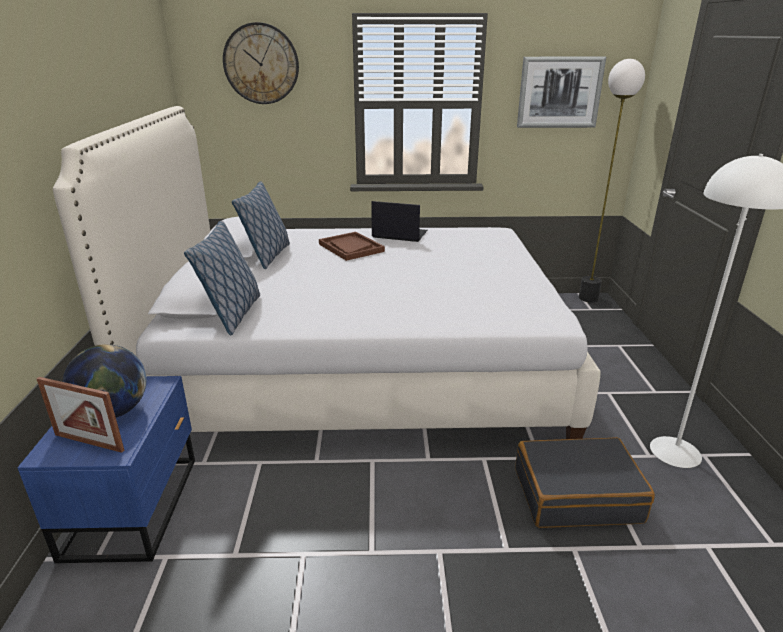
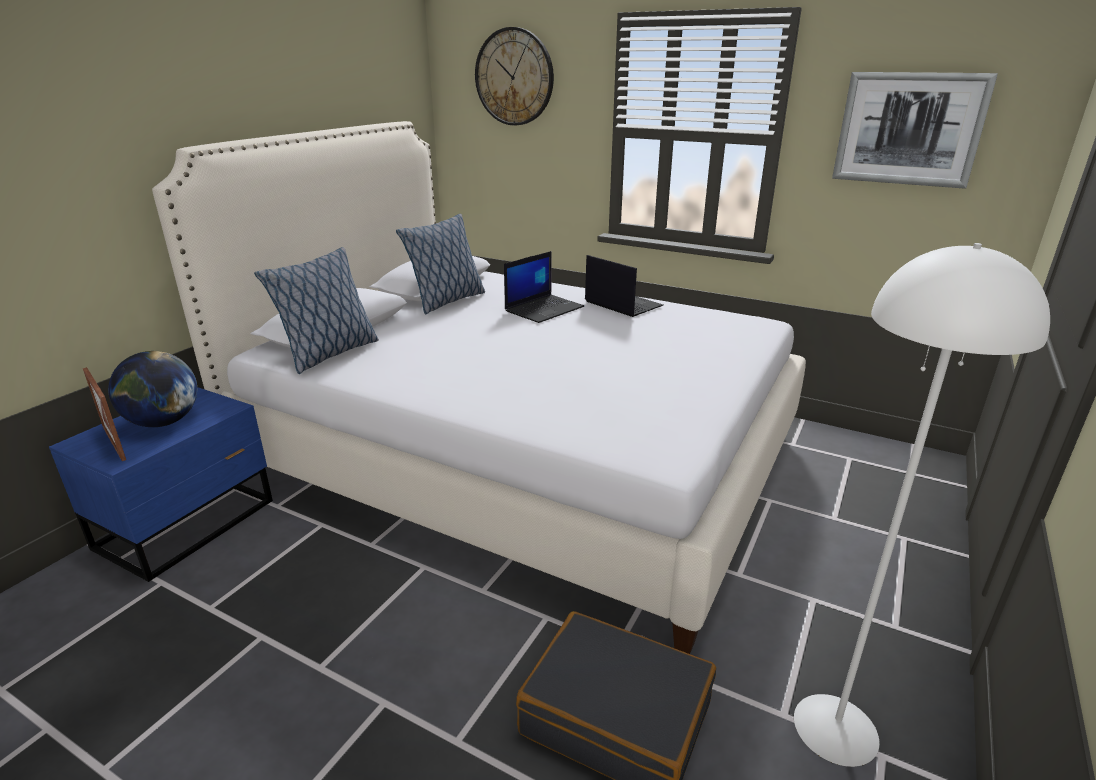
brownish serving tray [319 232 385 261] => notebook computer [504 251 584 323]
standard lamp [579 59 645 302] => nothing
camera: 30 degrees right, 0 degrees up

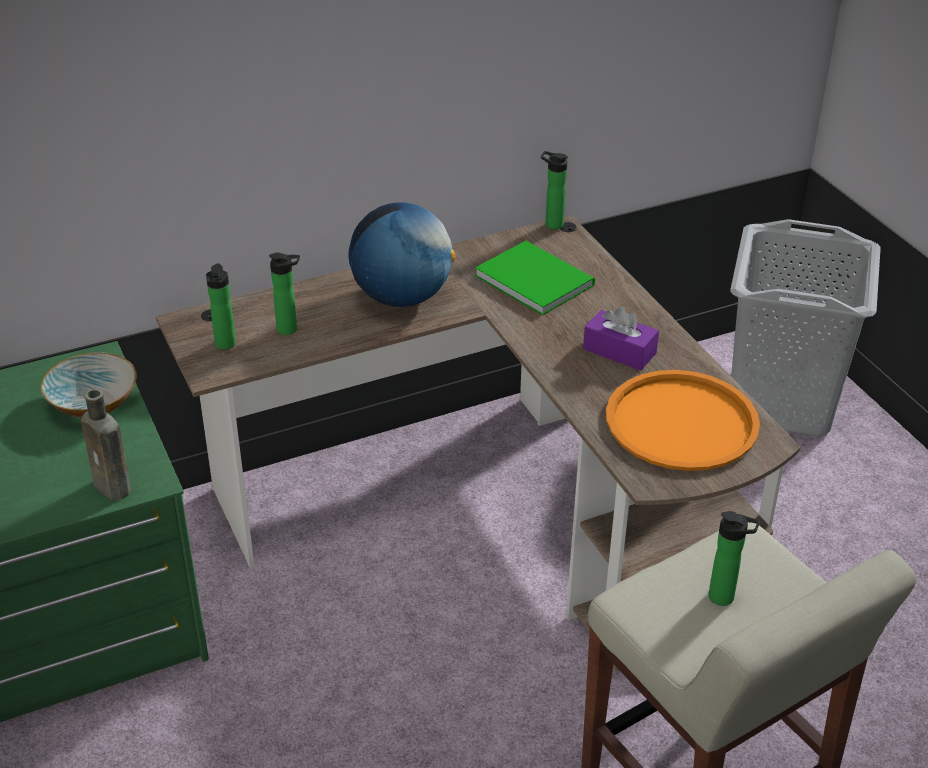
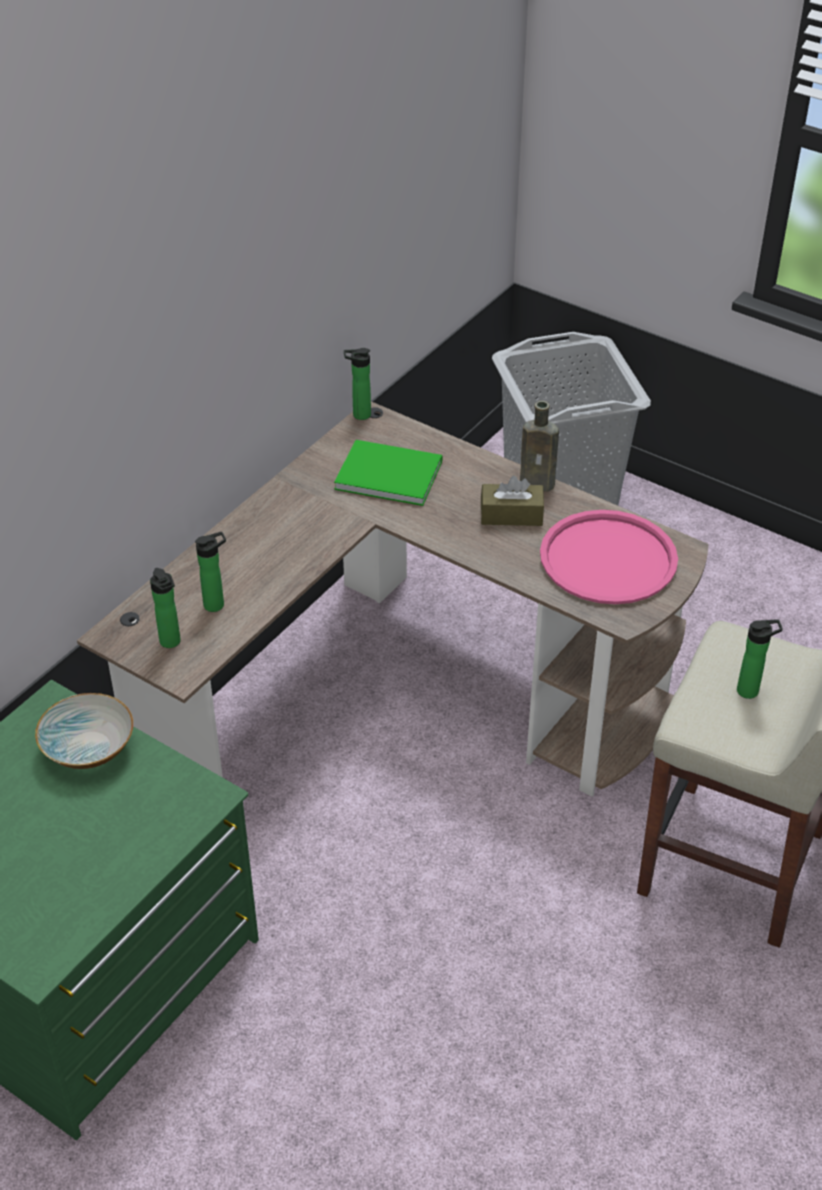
purplish box of tissues [583 306 659 370] => brownish box of tissues [481 476 544 526]
brownish bottle [81 389 131 500] => brownish bottle [520 401 559 492], relocated
orange serving tray [606 370 760 471] => pinkish serving tray [540 510 678 604]
globe [348 202 455 307] => nothing
camera: 30 degrees left, 5 degrees up

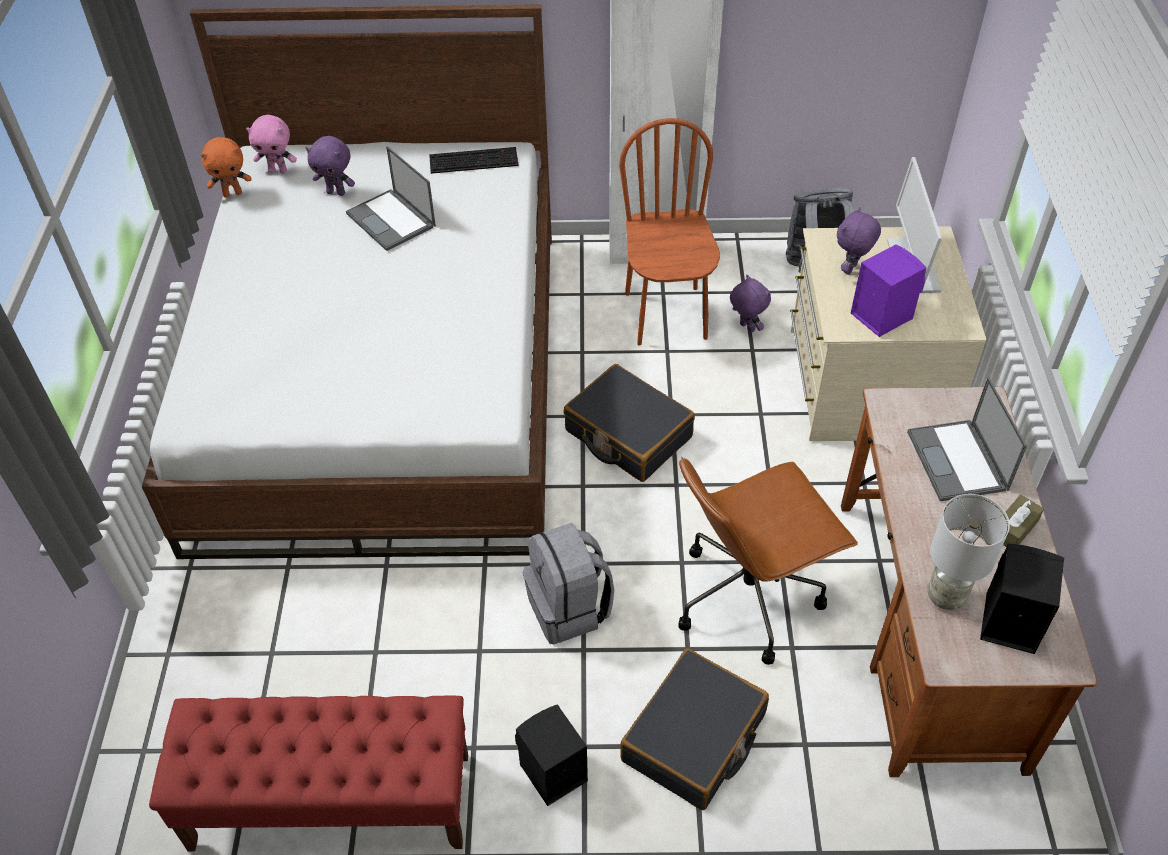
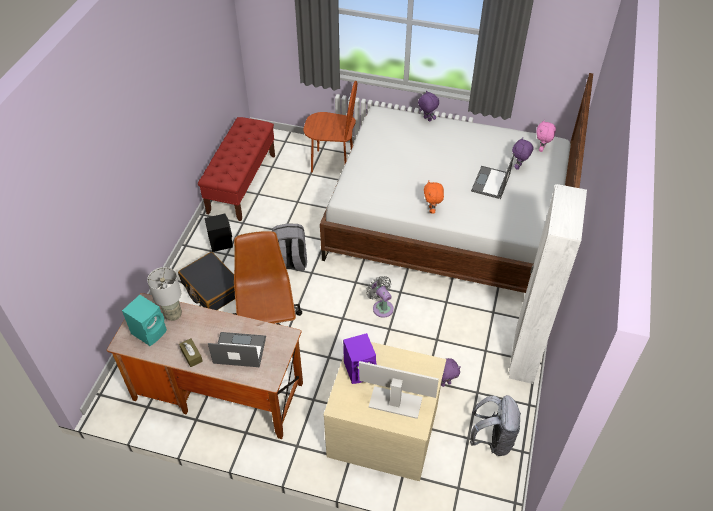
black-coloured loudspeaker [980 544 1064 654] => turquoise loudspeaker [122 295 167 346]
brownish plain chair [619 118 720 346] => brownish plain chair [303 81 357 172], relocated
black-coloured piece of luggage [563 364 695 482] => gray cooling fan [366 276 394 318]
purplish cuddly toy [837 207 881 275] => purplish cuddly toy [418 90 439 122], relocated
orange cuddly toy [201 137 252 197] => orange cuddly toy [424 181 444 213], relocated
notebook computer [346 146 436 251] => notebook computer [471 153 515 199], 45 degrees counterclockwise
keyboard [429 147 519 174] => nothing
camera: 105 degrees right, 0 degrees up

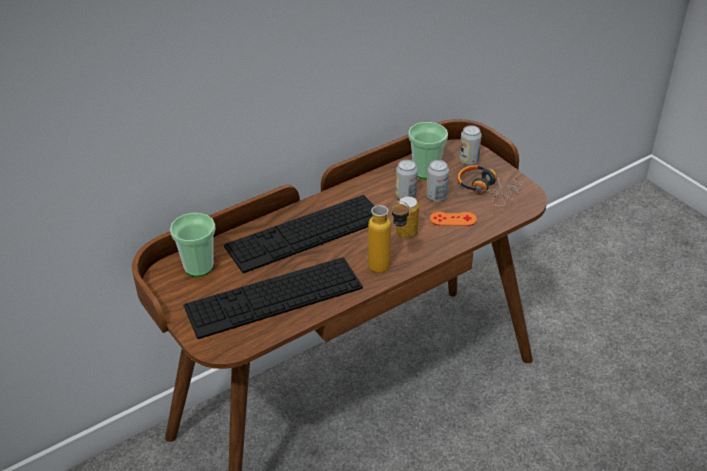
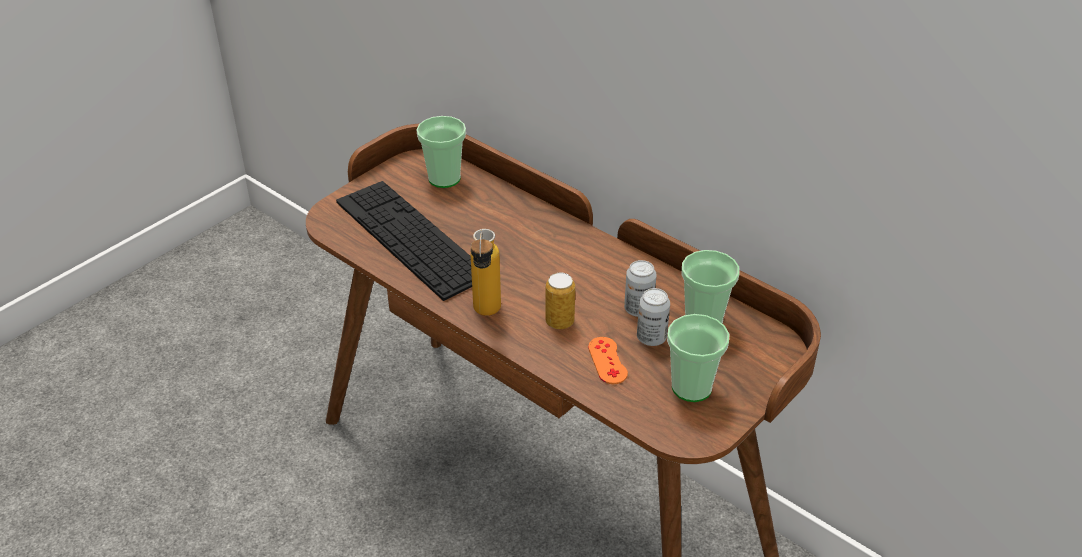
pair of headphones [457 165 522 206] => cup [667 314 730 402]
keyboard [224 195 374 273] => nothing
can [459 125 482 165] => nothing
camera: 75 degrees right, 0 degrees up

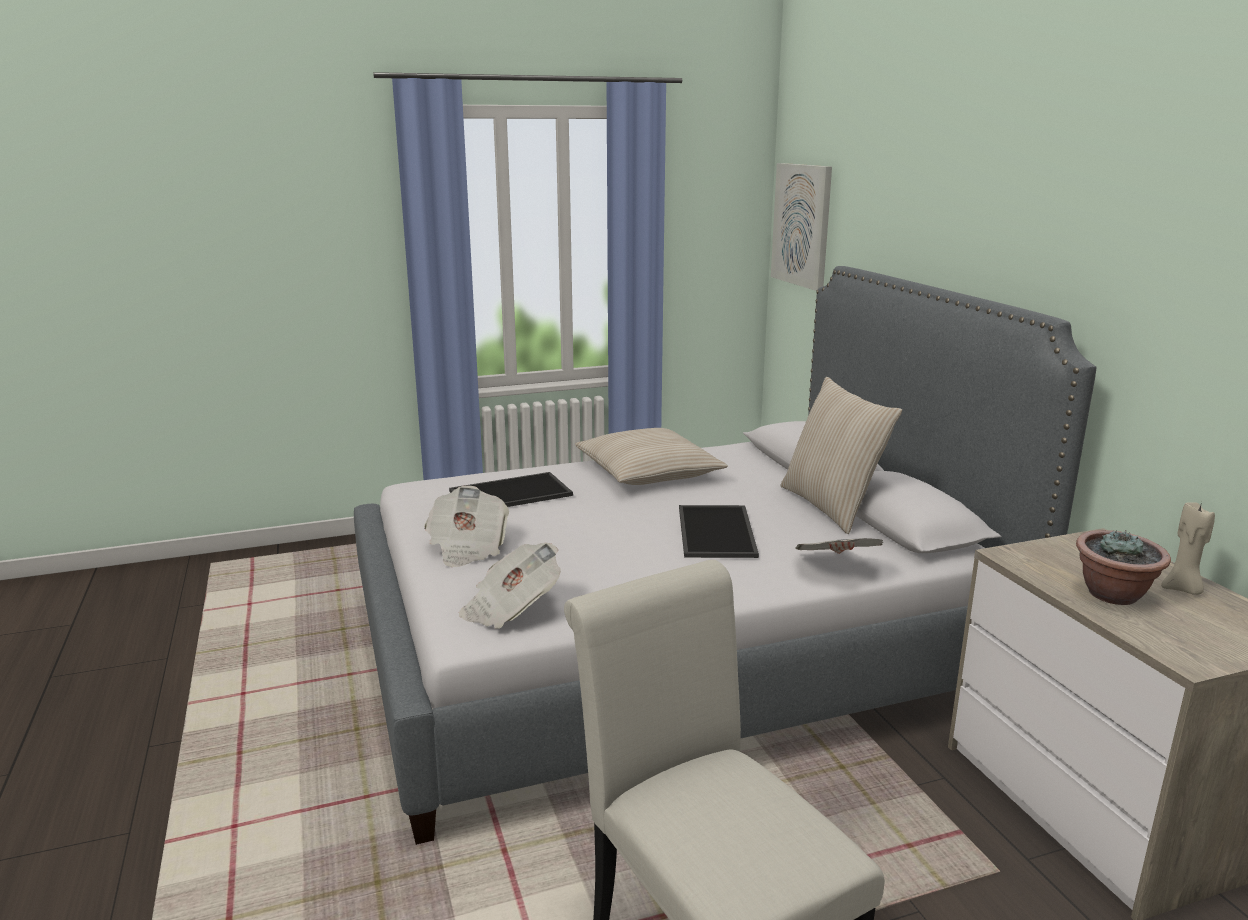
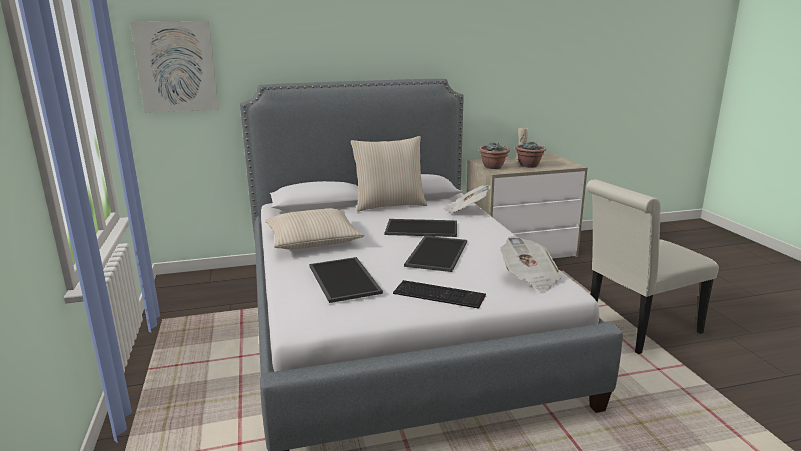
daily paper [424 486 509 567] => keyboard [393 280 486 309]
nothing => serving tray [404 236 467 272]
nothing => plant in a pot [479 143 510 169]
camera: 85 degrees left, 0 degrees up

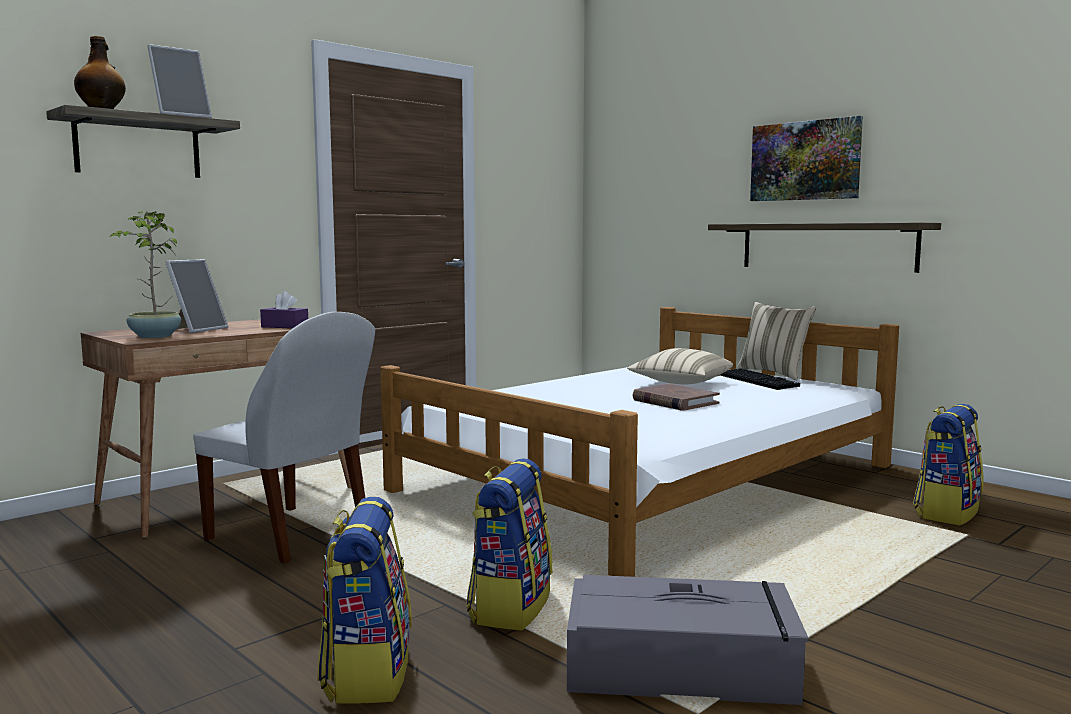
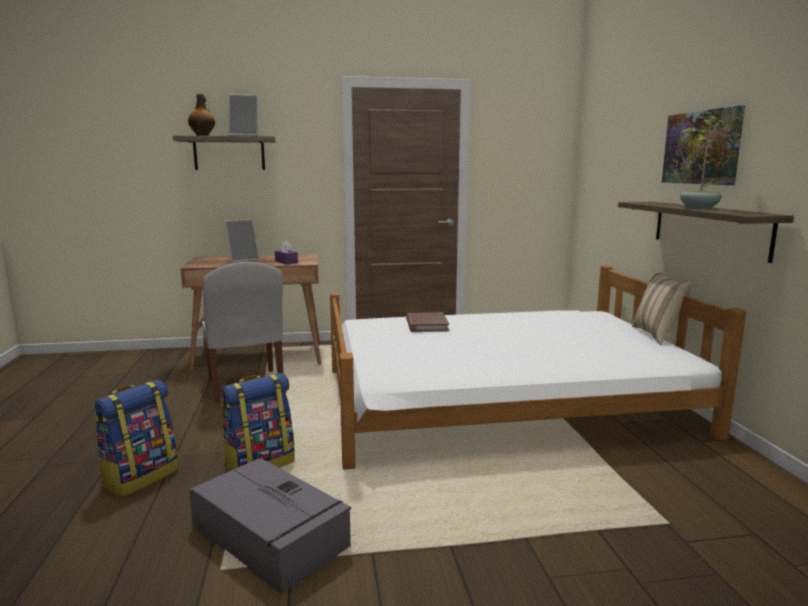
brownish volume [633 383 720 411] => brownish volume [406 312 449 332], relocated
plant in a pot [110 211 181 338] => plant in a pot [680 112 737 209], relocated
sand-coloured throw pillow [628 348 733 384] => nothing
keyboard [720 368 800 390] => nothing
knapsack [913 404 983 525] => nothing
camera: 35 degrees right, 5 degrees up

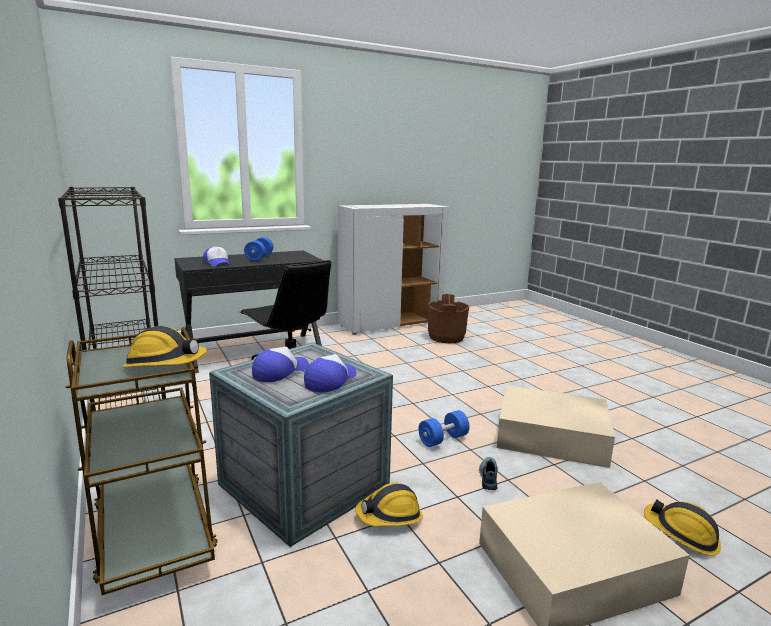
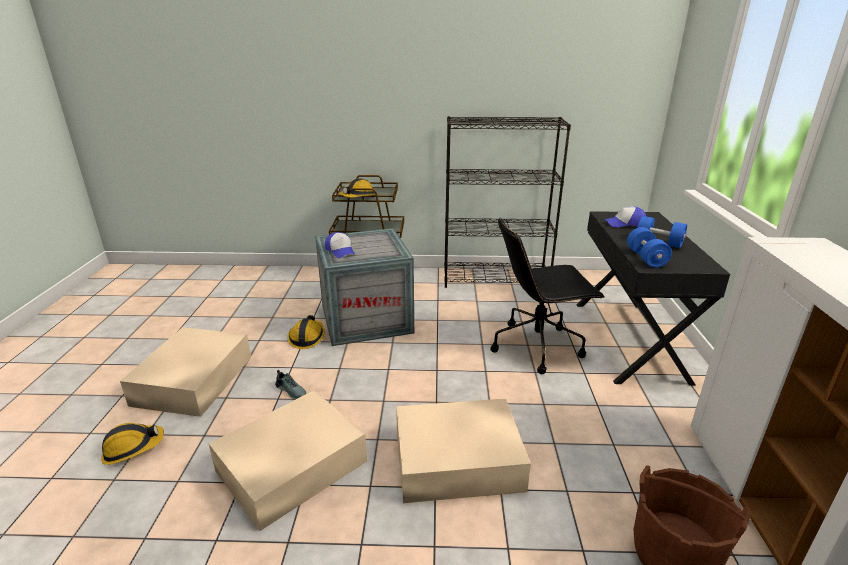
nothing => sand-coloured storage container [396 398 531 503]
blue hand weight [418 410 470 447] => blue hand weight [627 227 672 268], relocated
baseball cap [252 347 309 382] => nothing
camera: 120 degrees right, 10 degrees up

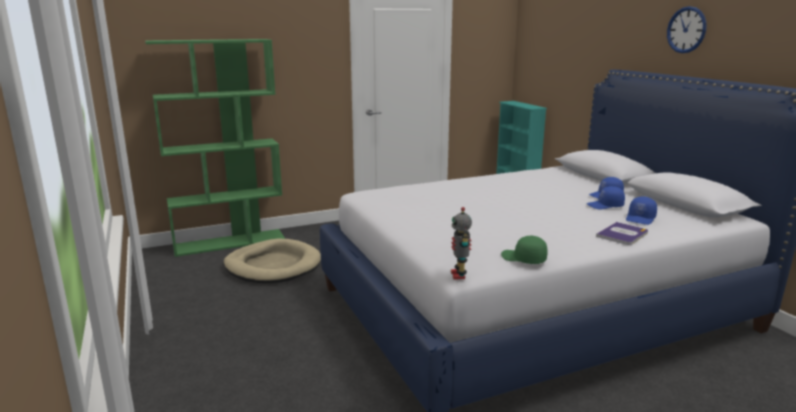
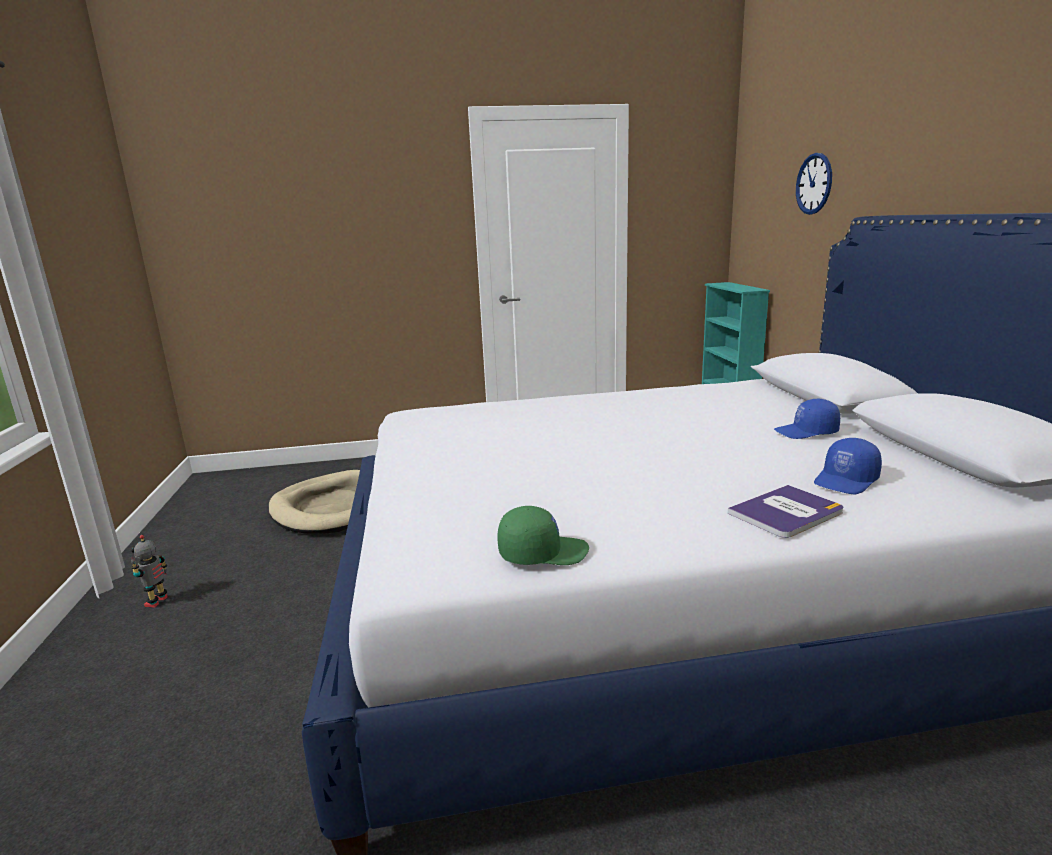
toy robot [451 207 472 279] => toy robot [131 535 168 608], relocated
green-coloured baseball cap [501 236 548 264] => green-coloured baseball cap [497 506 589 565], 120 degrees clockwise
clock on the wall [667 6 707 53] => clock on the wall [796 153 832 215], relocated
green-coloured bookcase [145 39 285 257] => nothing
blue baseball cap [587 186 625 209] => nothing
camera: 15 degrees right, 0 degrees up

